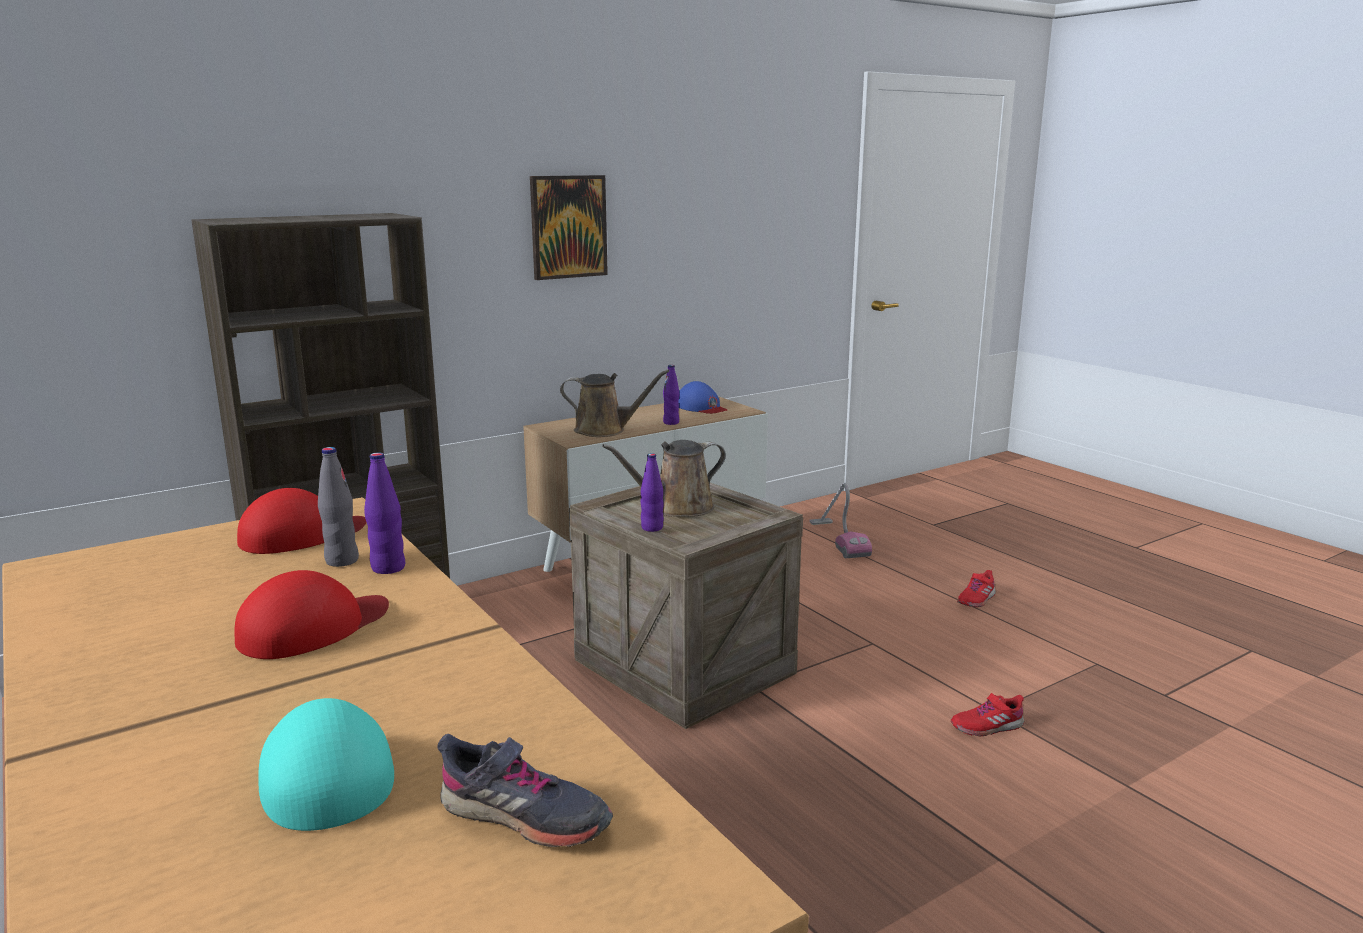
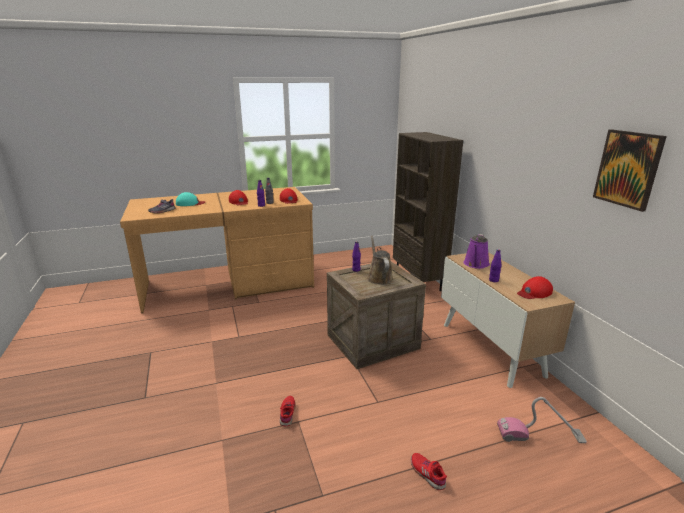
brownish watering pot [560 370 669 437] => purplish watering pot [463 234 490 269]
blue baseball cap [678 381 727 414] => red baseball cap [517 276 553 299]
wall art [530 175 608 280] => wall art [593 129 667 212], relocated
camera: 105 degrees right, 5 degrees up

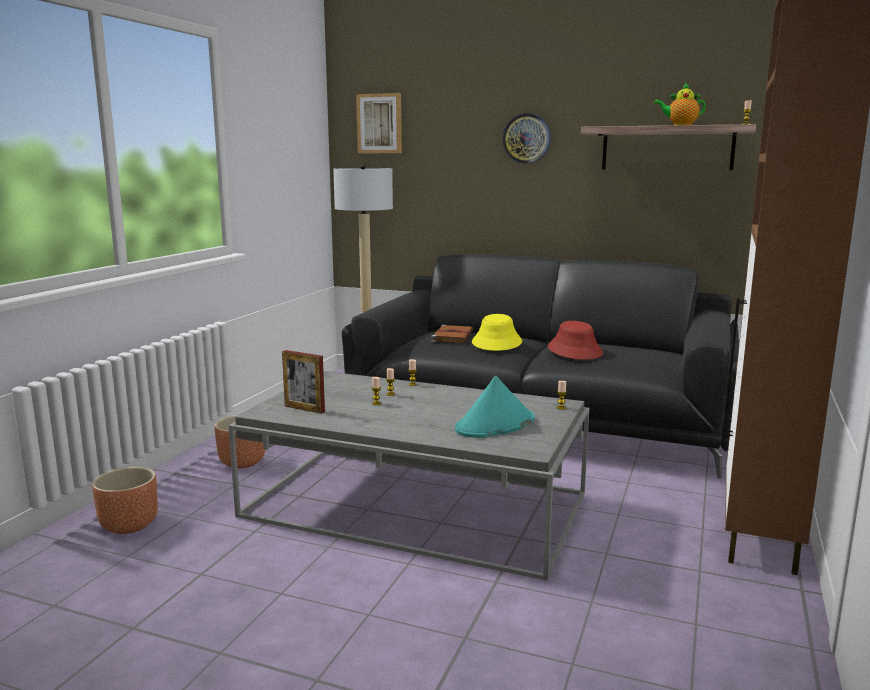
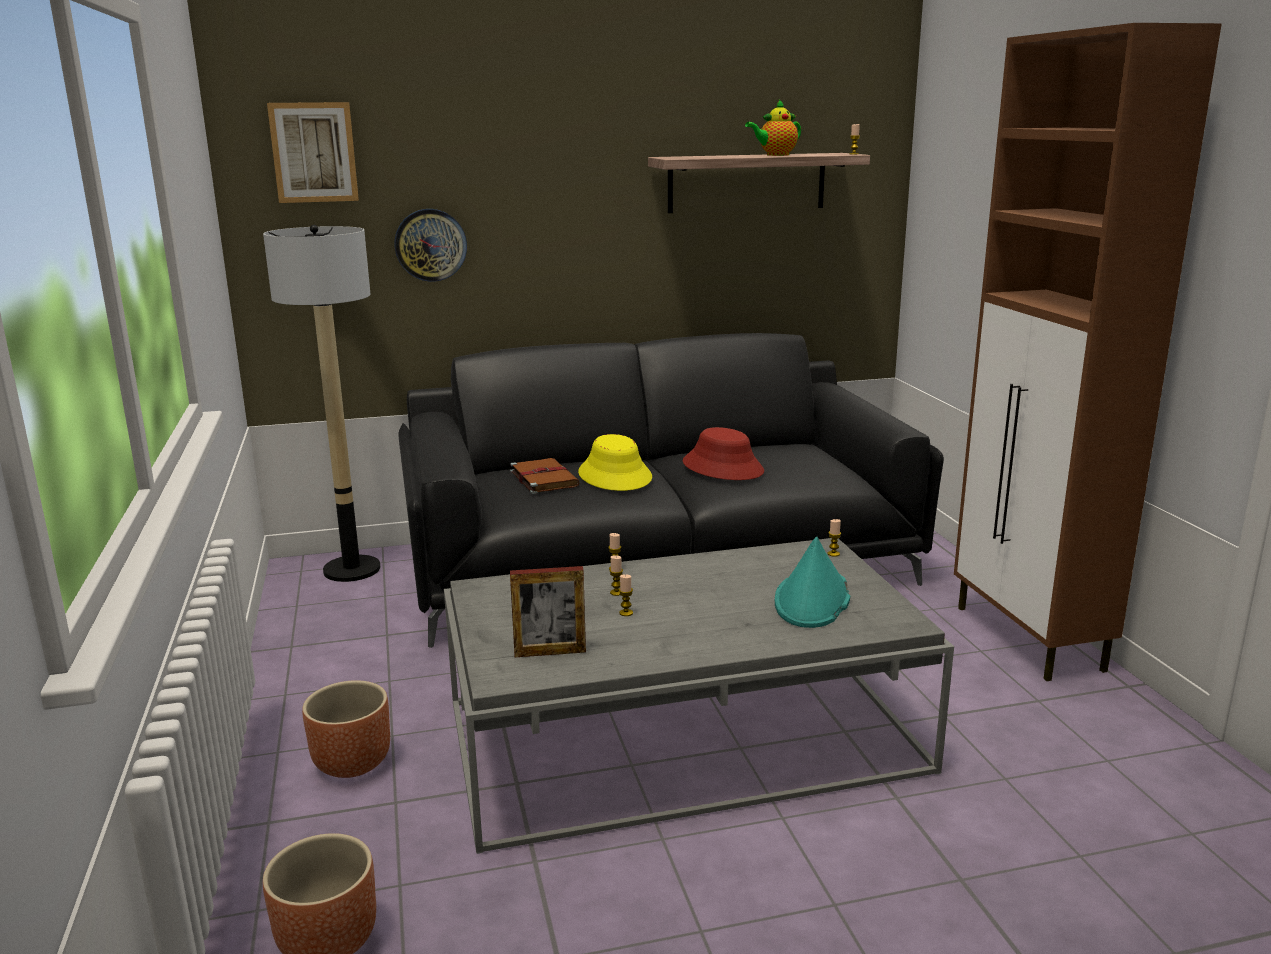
clock on the wall [502 113 551 164] => clock on the wall [395 209 467 282], relocated
camera: 35 degrees left, 5 degrees up

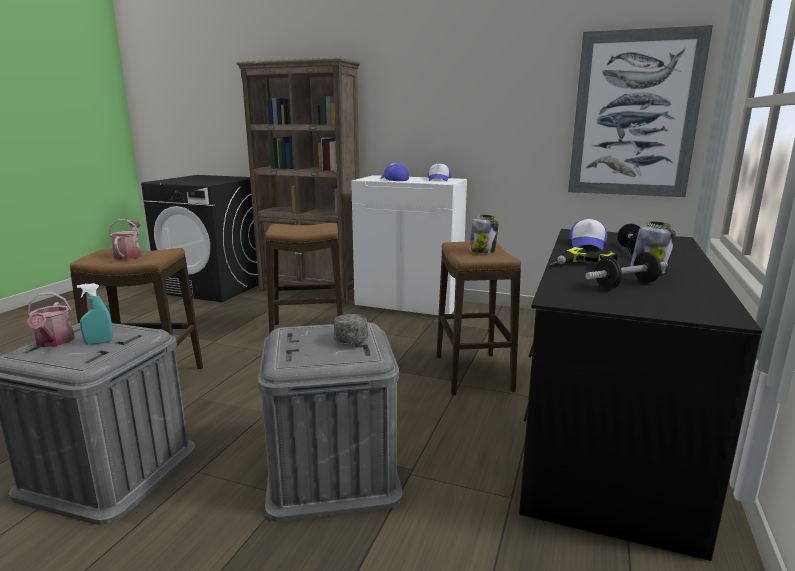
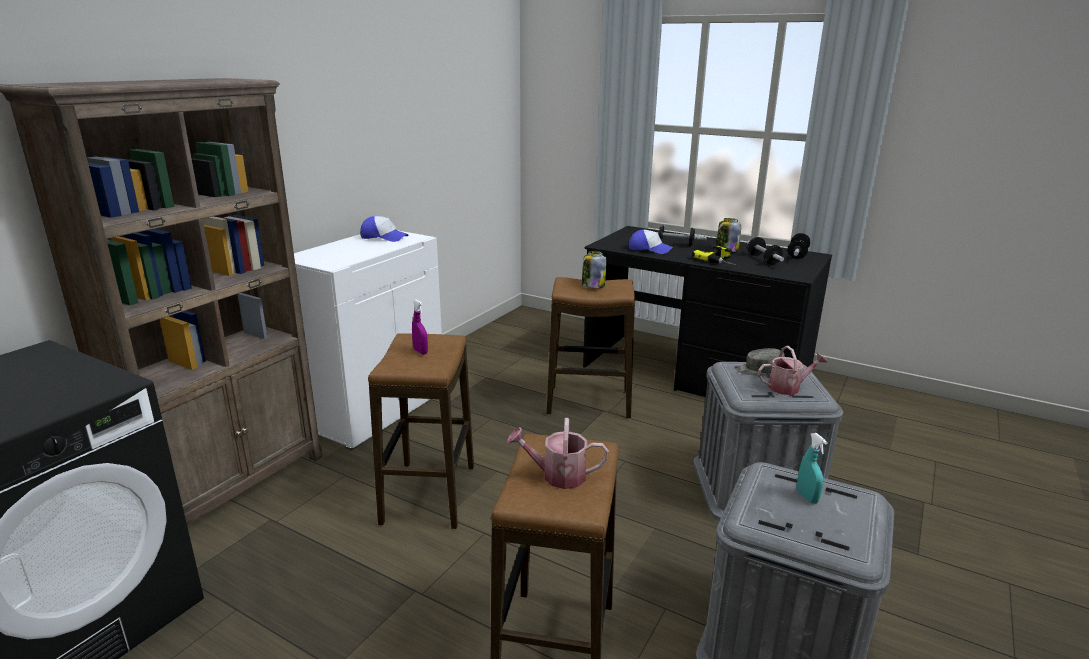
nothing => purplish spray bottle [412 300 428 354]
watering pot [27 292 75 347] => watering pot [758 346 827 395], relocated
nothing => hand weight [787 233 811 259]
baseball cap [381 164 409 181] => nothing
wall art [568 25 713 197] => nothing
camera: 80 degrees left, 5 degrees up

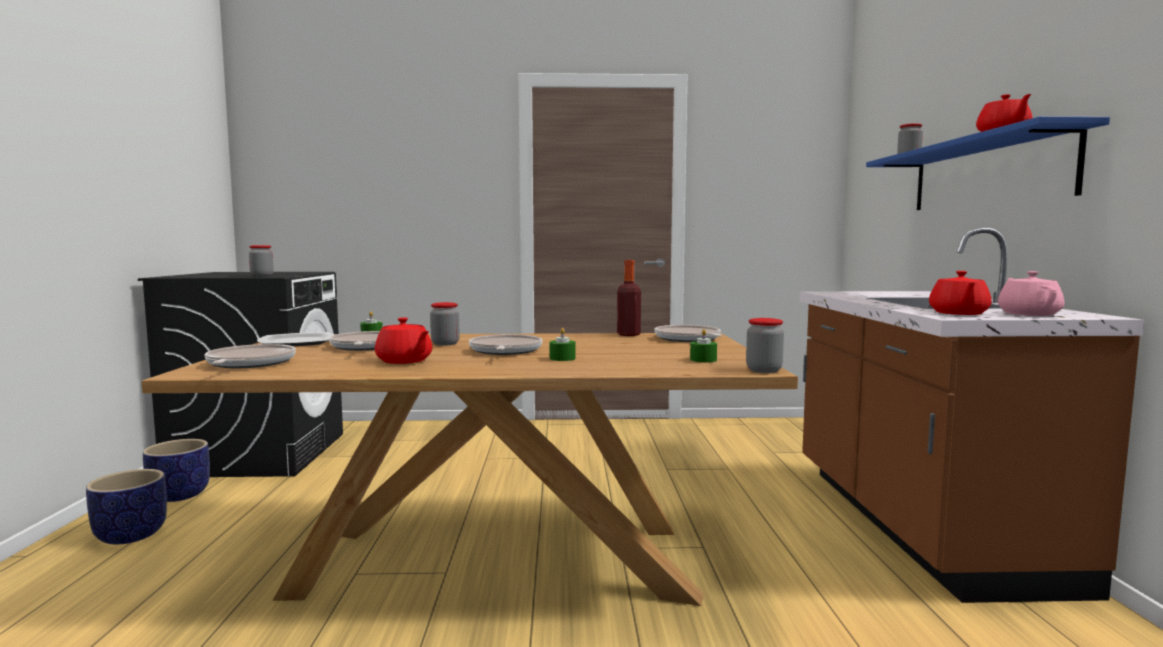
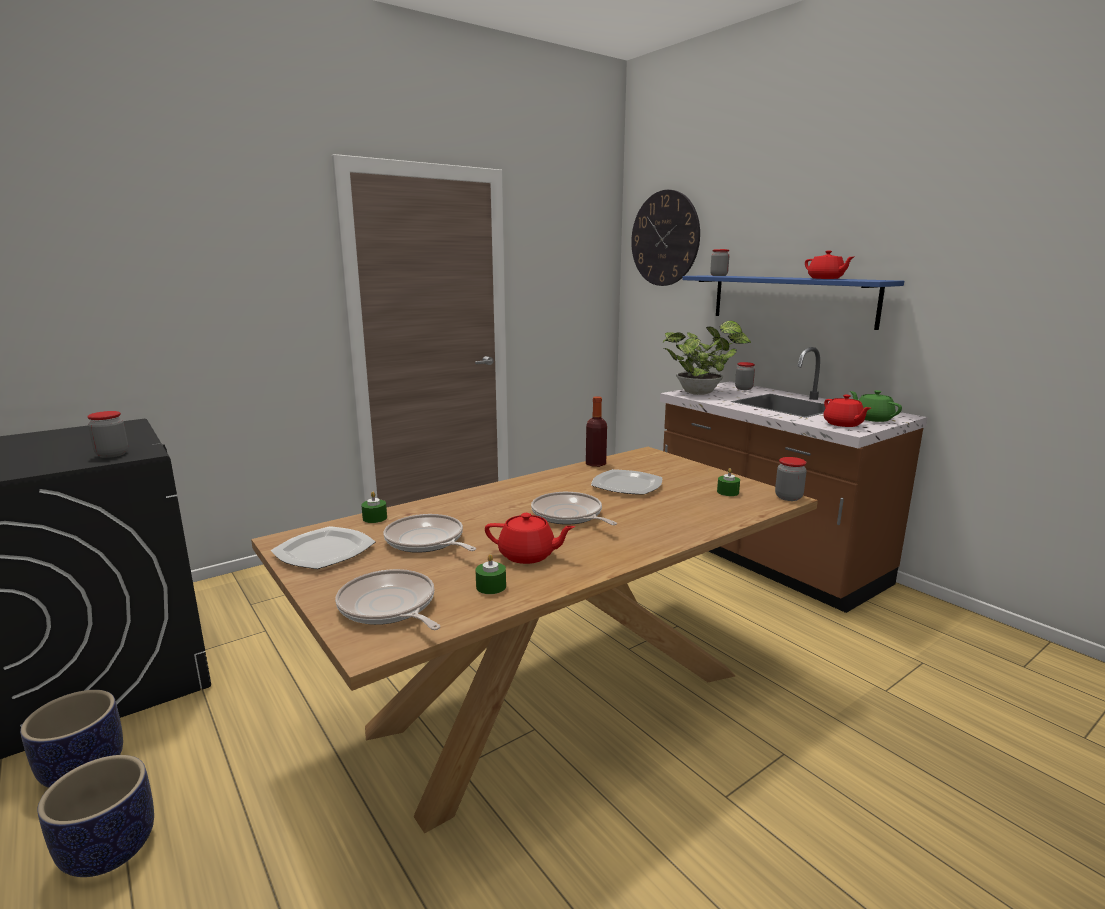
green-coloured wax candle [550 328 576 361] => green-coloured wax candle [475 554 506 594], relocated
nothing => flat dish [591 469 662 495]
nothing => clock on the wall [631 190 700 286]
nothing => plant in a pot [663 320 751 395]
preserve jar [430 302 460 345] => preserve jar [735 362 755 390], relocated
pinkish tea pot [998 271 1064 316] => green-coloured tea pot [850 390 902 422]
pan [655 325 722 342] => nothing
camera: 35 degrees left, 10 degrees up

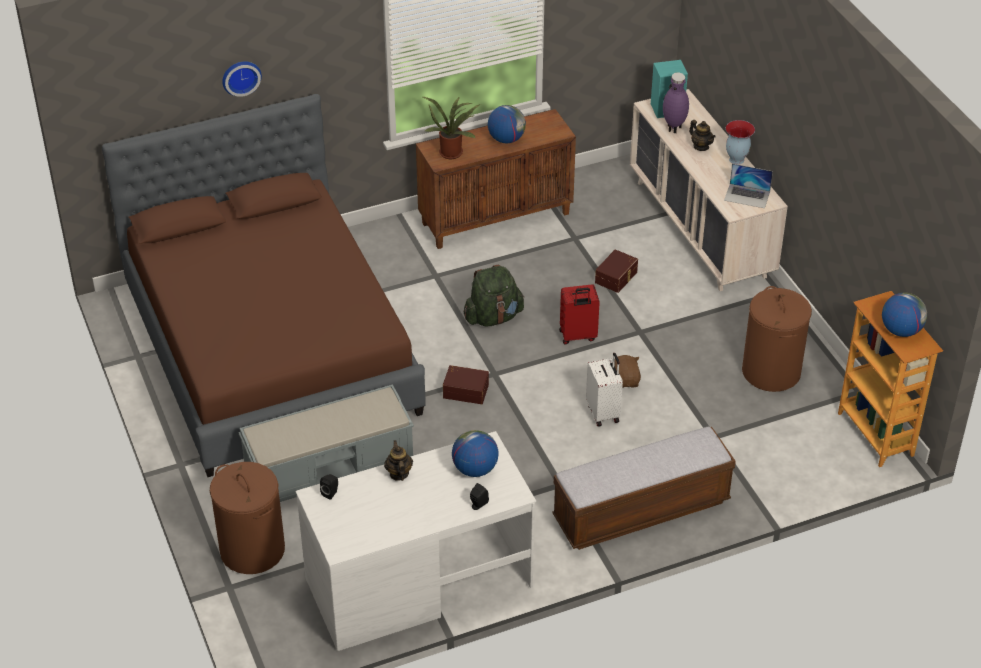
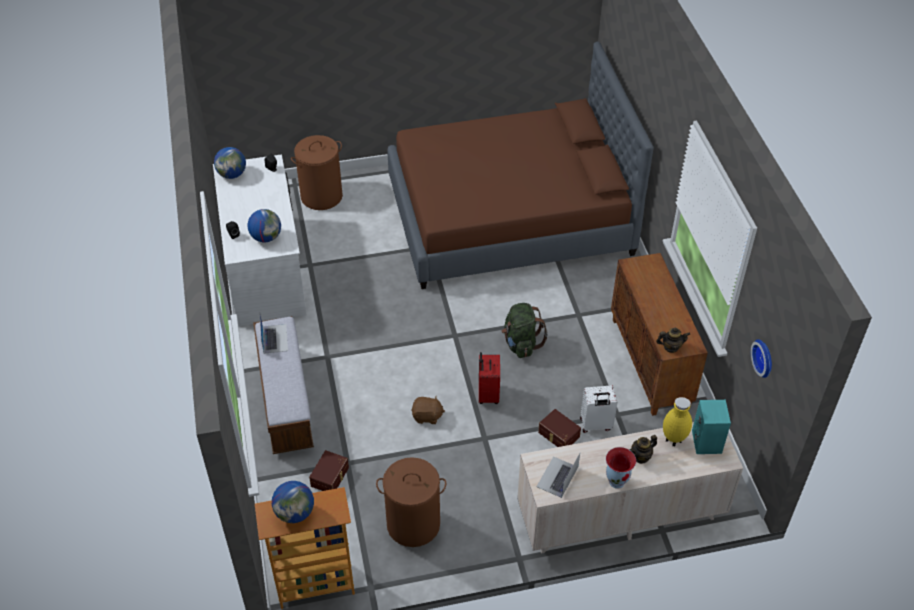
globe [488 105 526 143] => globe [214 147 246 179], relocated
nothing => notebook computer [260 314 288 354]
brownish storage container [443 365 489 404] => brownish storage container [309 450 349 491], relocated
whitish piece of luggage [586 353 623 427] => whitish piece of luggage [580 385 617 433], relocated
tea pot [384 440 413 481] => tea pot [656 328 690 353], relocated
purplish decorative vase [663 73 689 133] => yellowish decorative vase [663 397 692 446]
clock on the wall [222 62 262 97] => clock on the wall [751 339 772 378], relocated
gray bench [238 384 414 502] => nothing
plant in a pot [423 96 480 159] => nothing
camera: 100 degrees right, 5 degrees up

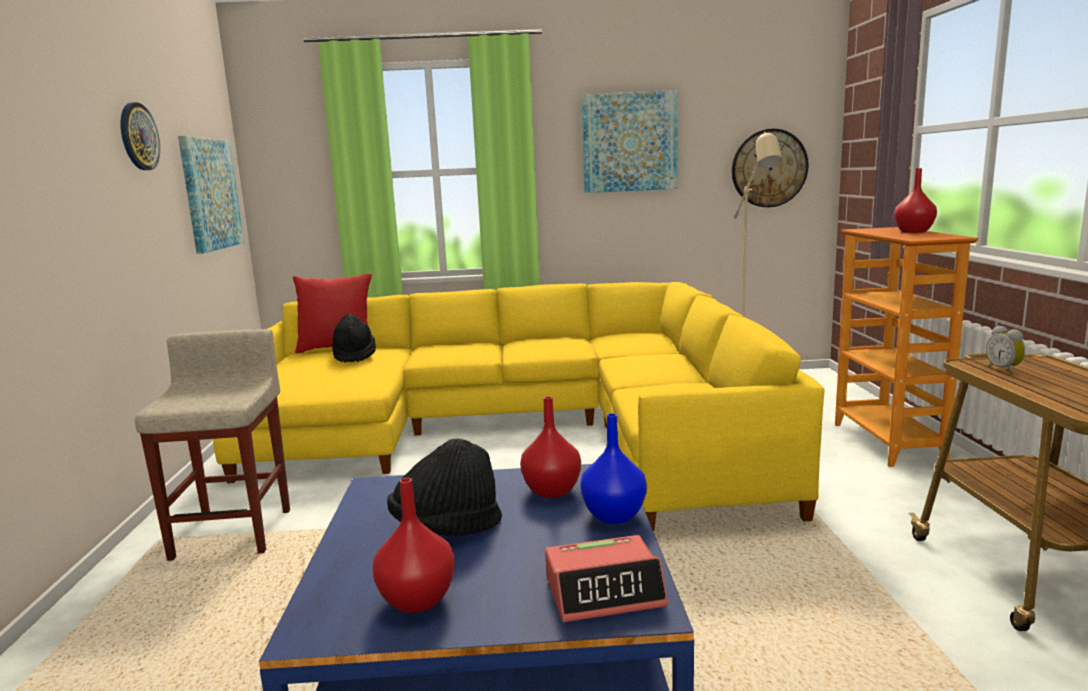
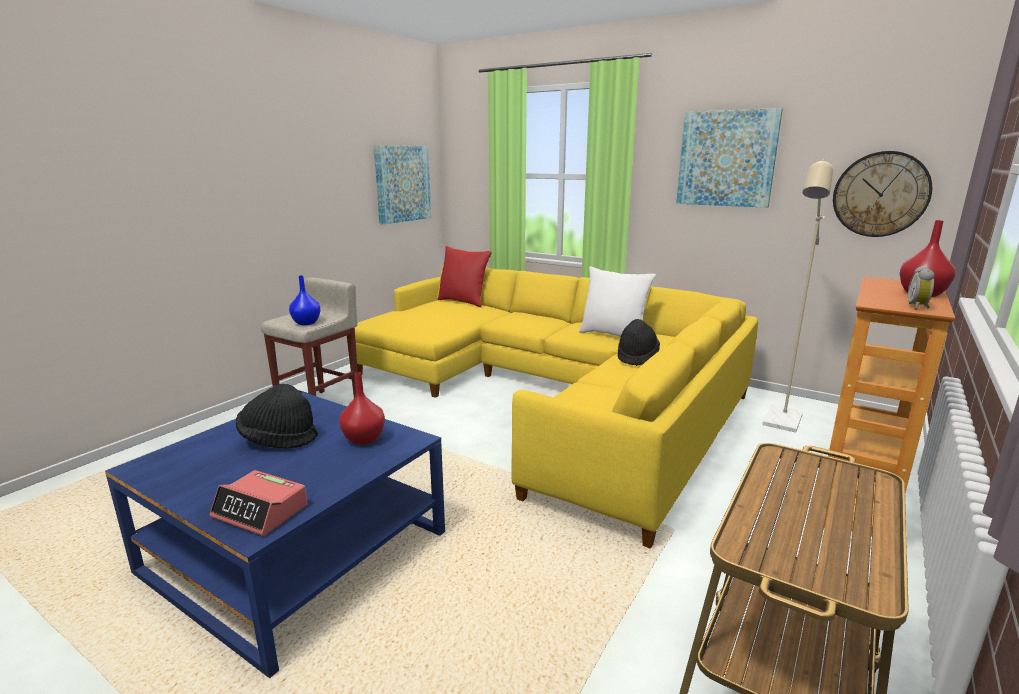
blue decorative vase [580 413 647 524] => blue decorative vase [289 276 321 325], relocated
nothing => whitish throw pillow [579 266 656 336]
black-coloured clothing hat [332 314 376 362] => black-coloured clothing hat [617 319 660 366], relocated
alarm clock [986 326 1026 374] => alarm clock [908 266 934 310], relocated
clock on the wall [121 102 160 170] => nothing
red decorative vase [372 478 455 613] => nothing
camera: 35 degrees right, 5 degrees up

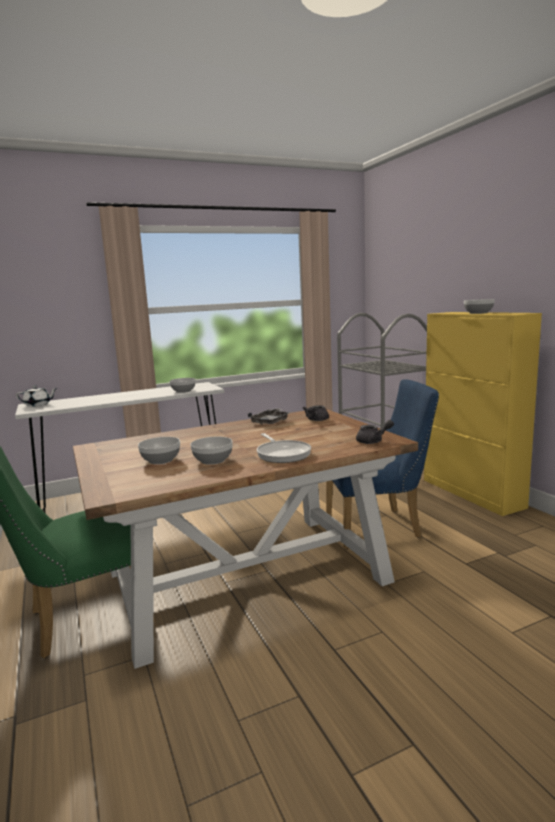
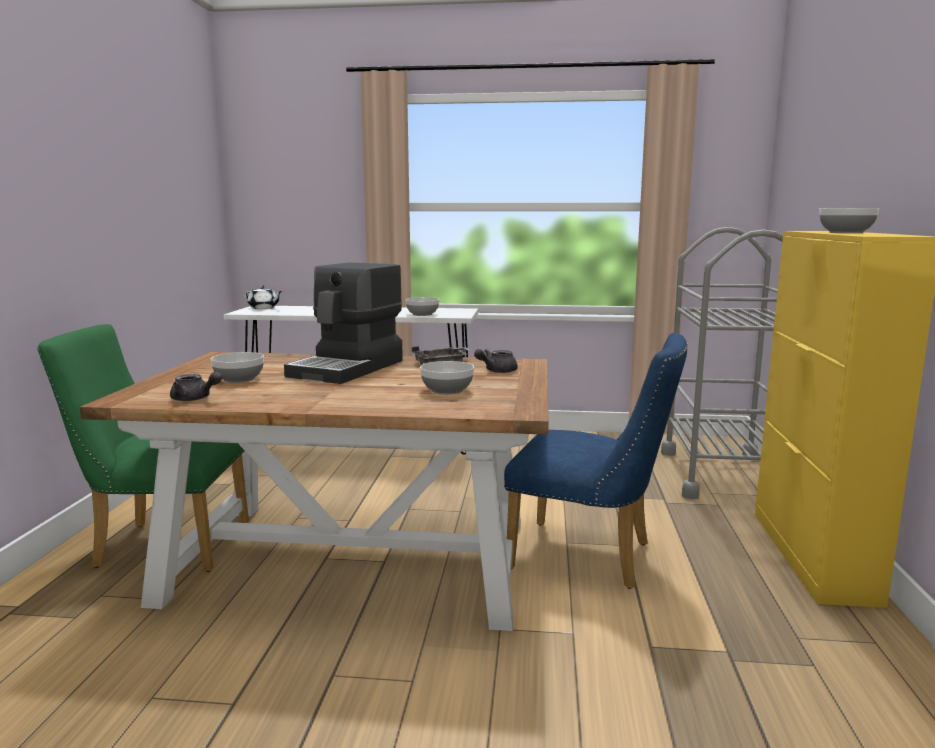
gray tea pot [356 420 394 444] => gray tea pot [170 372 222 401], relocated
nothing => coffee machine [284 263 403 384]
deep dish [190 436 233 465] => deep dish [420 361 474 395], relocated
pan [257 433 311 463] => nothing
camera: 30 degrees right, 0 degrees up

